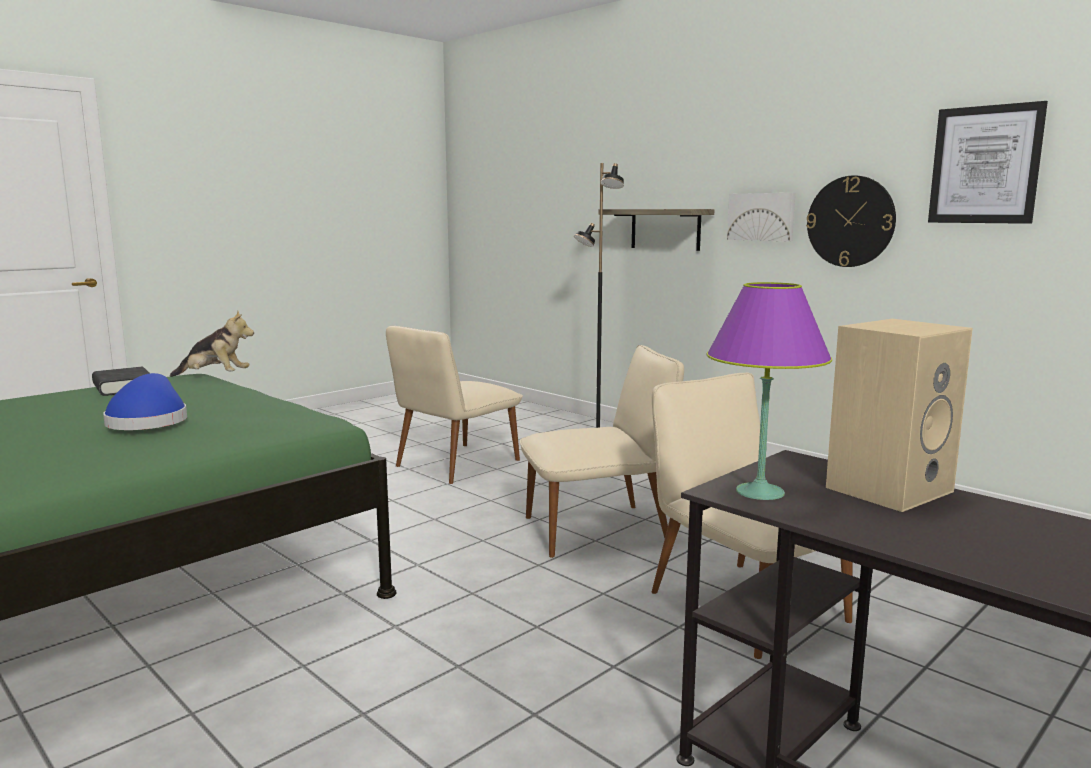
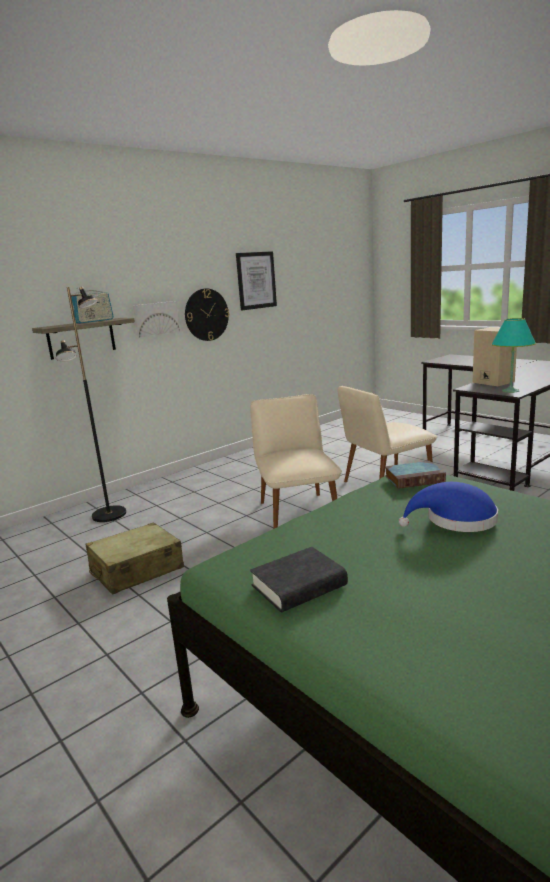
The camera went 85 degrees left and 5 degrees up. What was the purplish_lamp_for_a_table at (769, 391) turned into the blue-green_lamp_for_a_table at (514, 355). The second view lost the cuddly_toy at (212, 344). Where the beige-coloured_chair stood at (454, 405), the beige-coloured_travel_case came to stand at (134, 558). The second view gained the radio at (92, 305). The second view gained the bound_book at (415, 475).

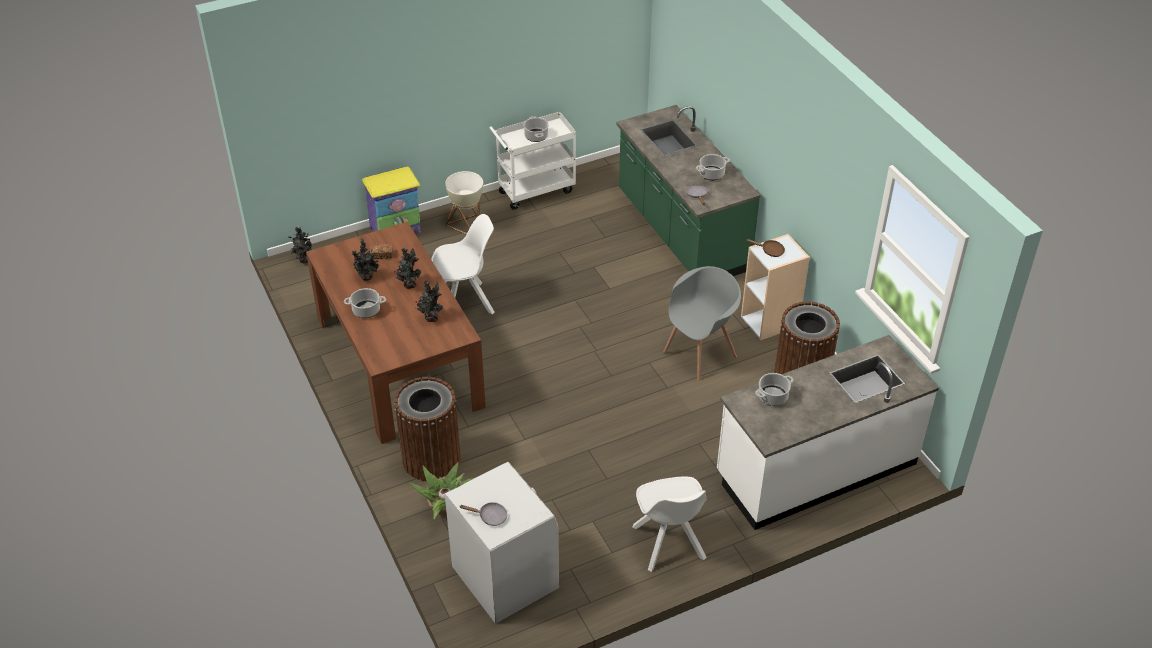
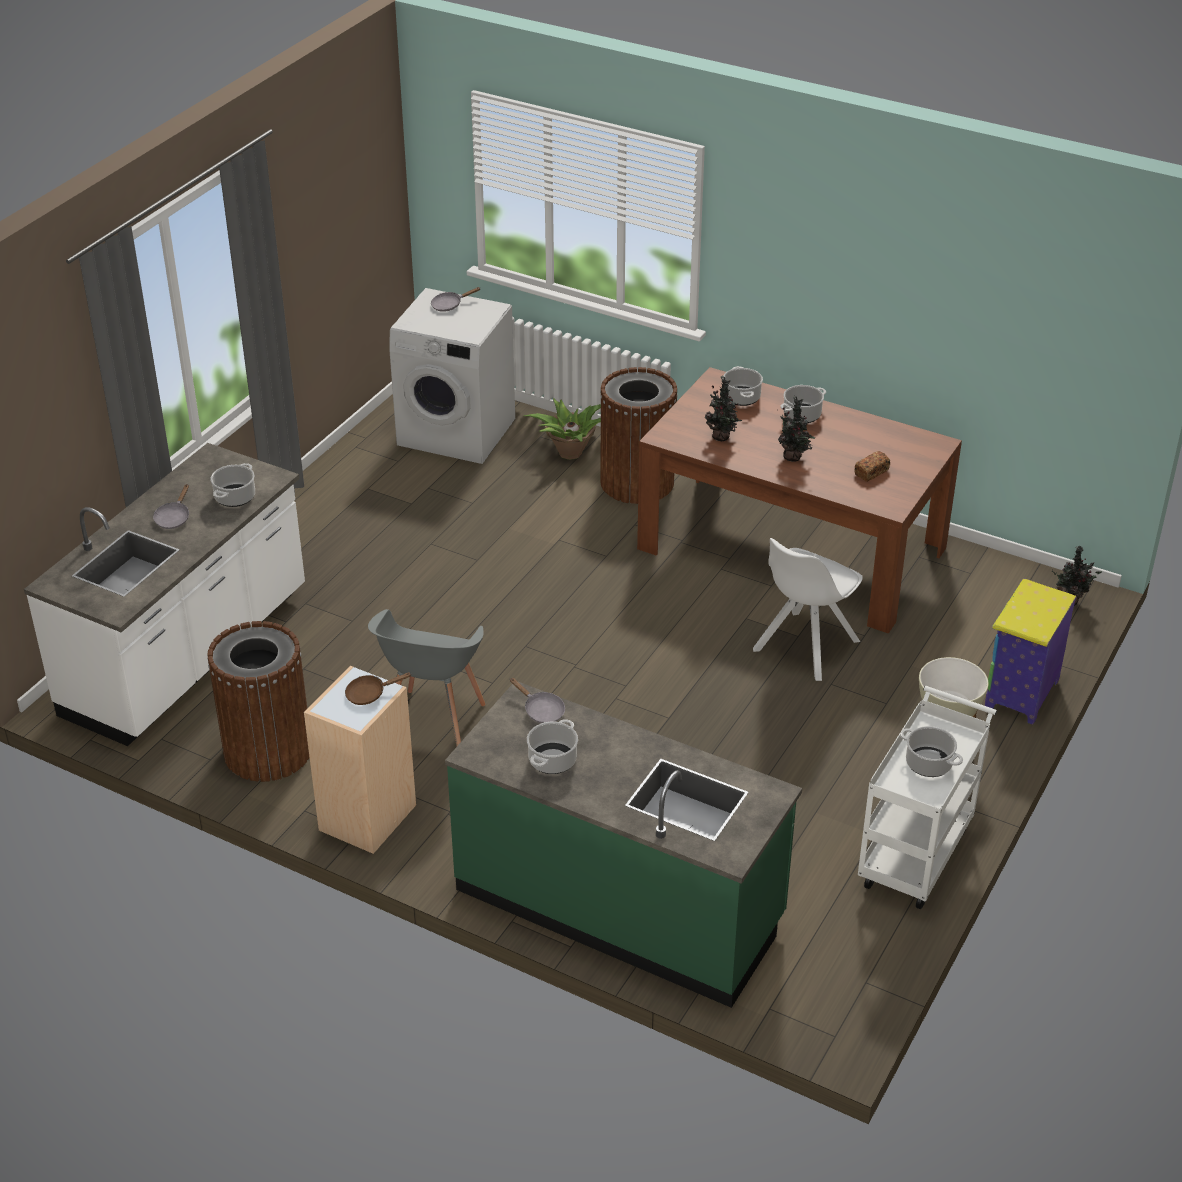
The camera went 145 degrees right and 5 degrees down. The second view lost the plant_in_a_pot at (366, 259). The second view lost the white_chair at (669, 524). The second view gained the stockpot at (743, 386). The second view gained the gray_skillet at (171, 506).

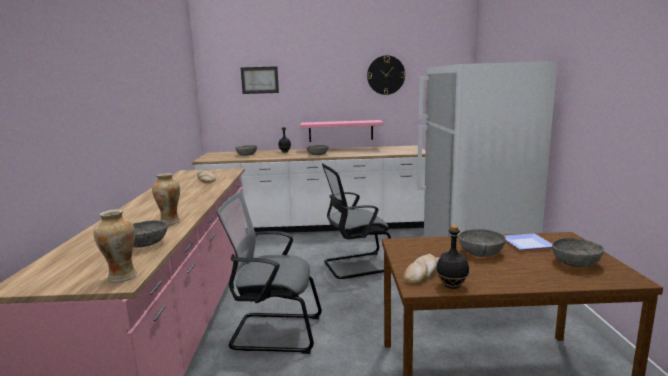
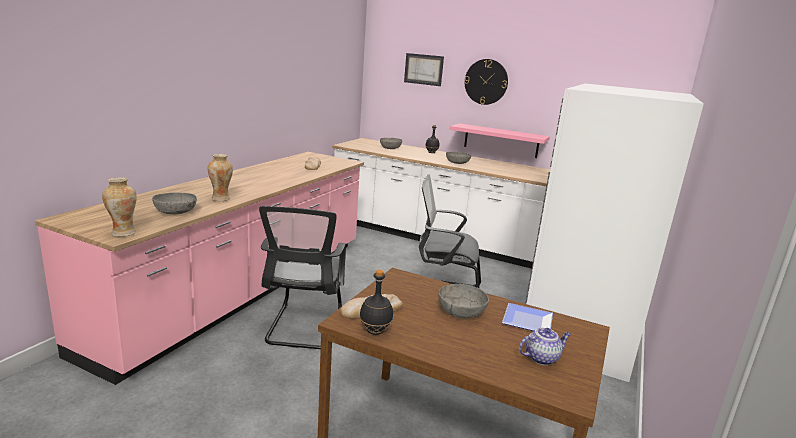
The camera went 25 degrees right and 5 degrees up. The hanging_clock ended up elsewhere, having gone from (386, 75) to (486, 82). The chair at (269, 273) ended up facing another way, 120 degrees counterclockwise from before. Where the gray_bowl stood at (578, 252), the tea_pot came to stand at (545, 346).

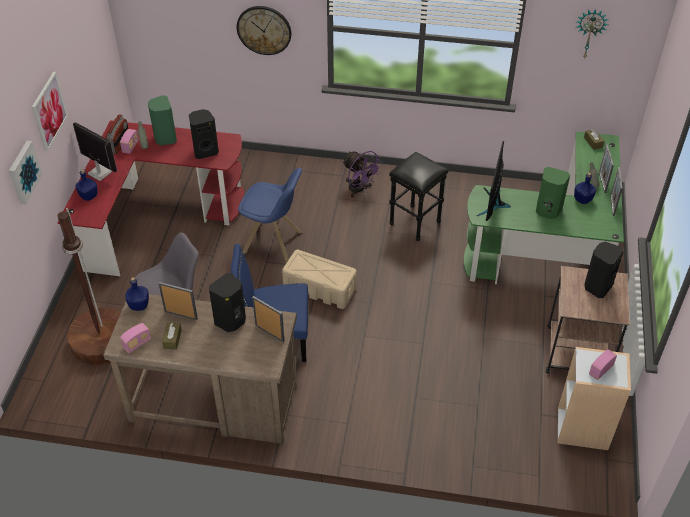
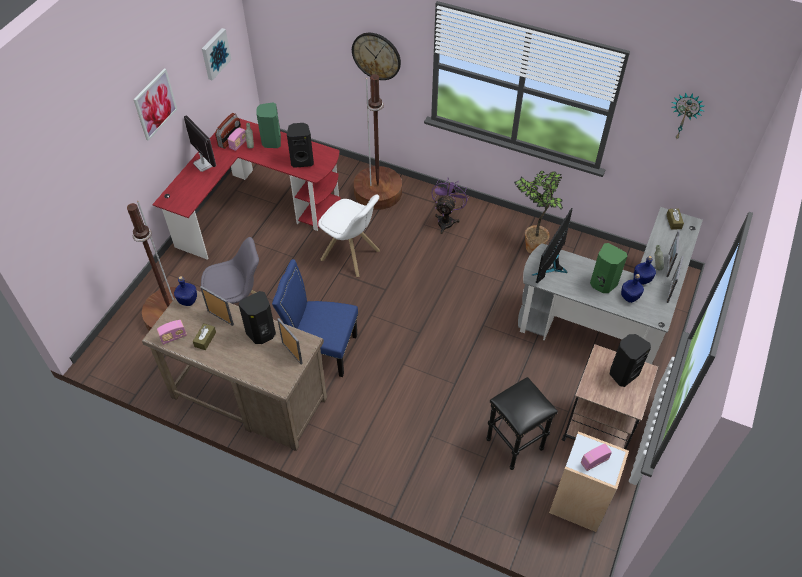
The camera went 15 degrees right and 5 degrees up. What was the green_desk_unit at (544, 207) turned into the gray_desk_unit at (610, 285). The picture ended up elsewhere, having gone from (25, 173) to (217, 54). The purplish_fan at (362, 174) ended up facing another way, 135 degrees counterclockwise from before. The black-coloured_stool ended up elsewhere, having gone from (418, 196) to (522, 423). What was the blue_chair at (270, 215) turned into the white_chair at (349, 236). The blue_bottle ended up elsewhere, having gone from (87, 185) to (632, 288). The second view lost the beige-coloured_storage_container at (319, 279). The second view gained the brown_floor_lamp at (378, 142). The second view gained the plant_in_a_pot at (538, 212).

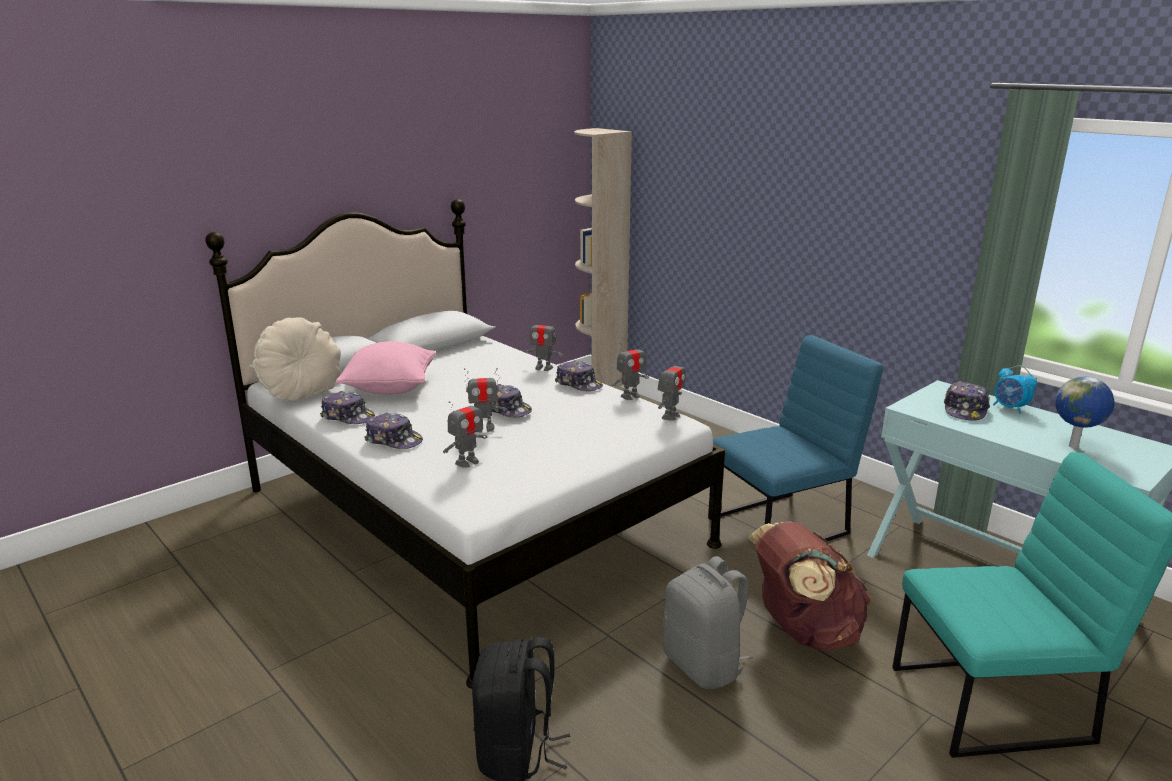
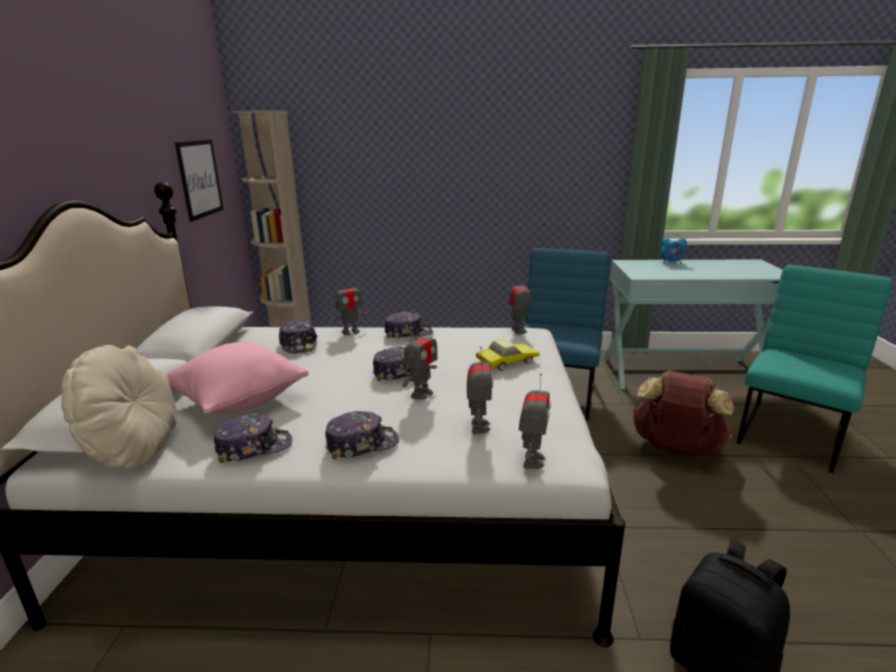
The camera went 45 degrees left and 0 degrees up. The model_robot ended up elsewhere, having gone from (630, 370) to (535, 421). The second view lost the desk_globe at (1084, 412). The baseball_cap ended up elsewhere, having gone from (967, 400) to (298, 337). The second view lost the gray_backpack at (707, 622). The second view gained the picture at (199, 180). The second view gained the toy_car at (508, 355).

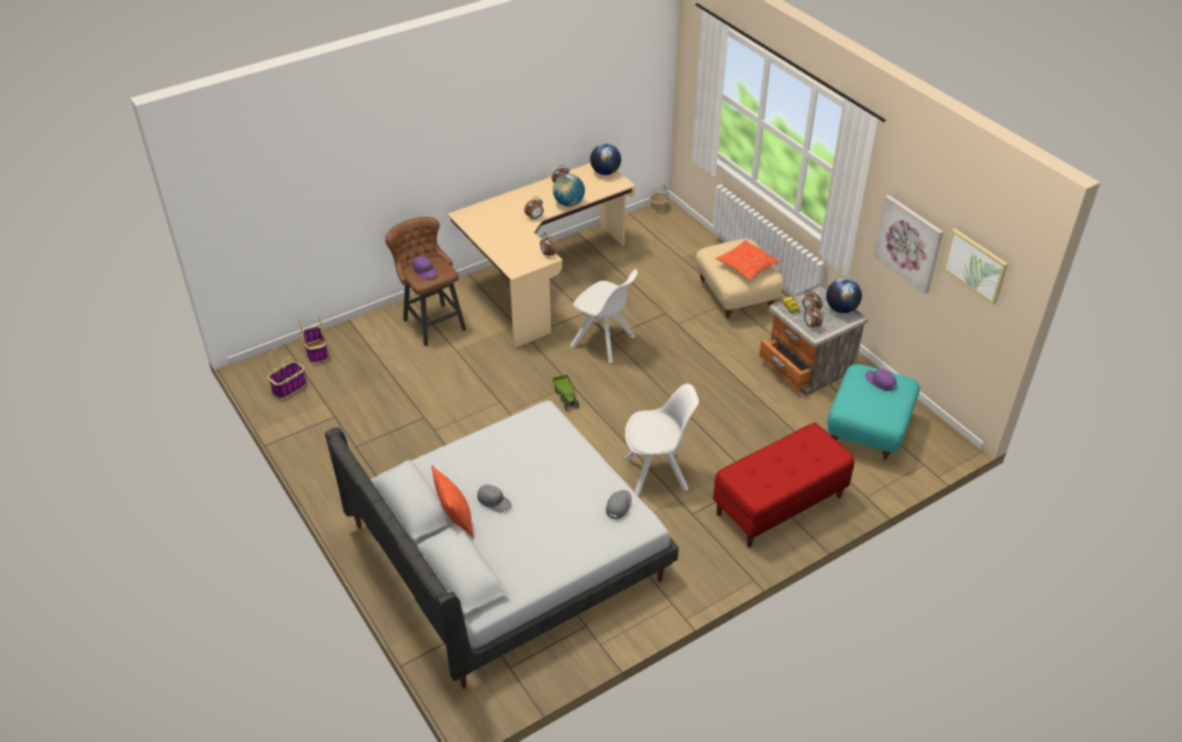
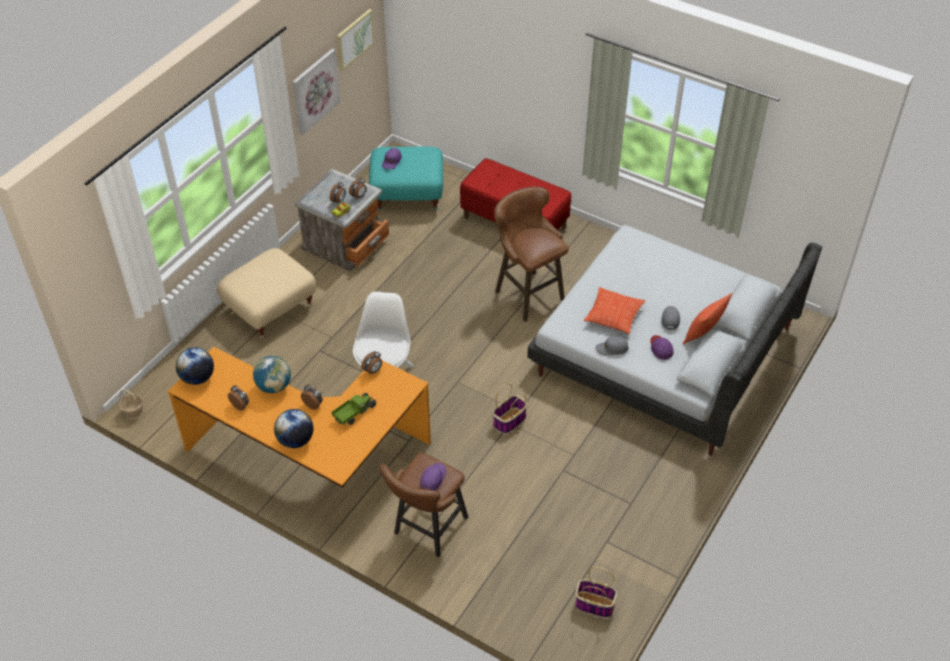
The camera went 115 degrees left and 5 degrees up. What was the beige-coloured_desk_unit at (541, 255) turned into the orangey_desk_unit at (299, 417). The orangey_throw_pillow ended up elsewhere, having gone from (747, 260) to (614, 310). The desk_globe ended up elsewhere, having gone from (844, 295) to (293, 428). The basket ended up elsewhere, having gone from (313, 338) to (510, 408). The model_truck ended up elsewhere, having gone from (566, 392) to (354, 409). Where the white_chair stood at (661, 440), the brown_stool came to stand at (531, 254). The gray_baseball_cap ended up elsewhere, having gone from (619, 504) to (612, 346). The second view gained the purplish_baseball_cap at (662, 347).

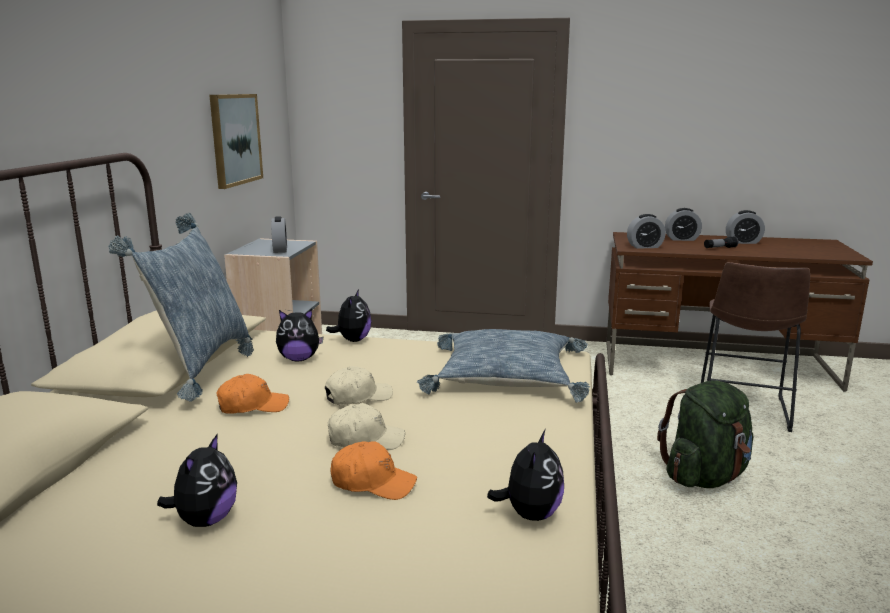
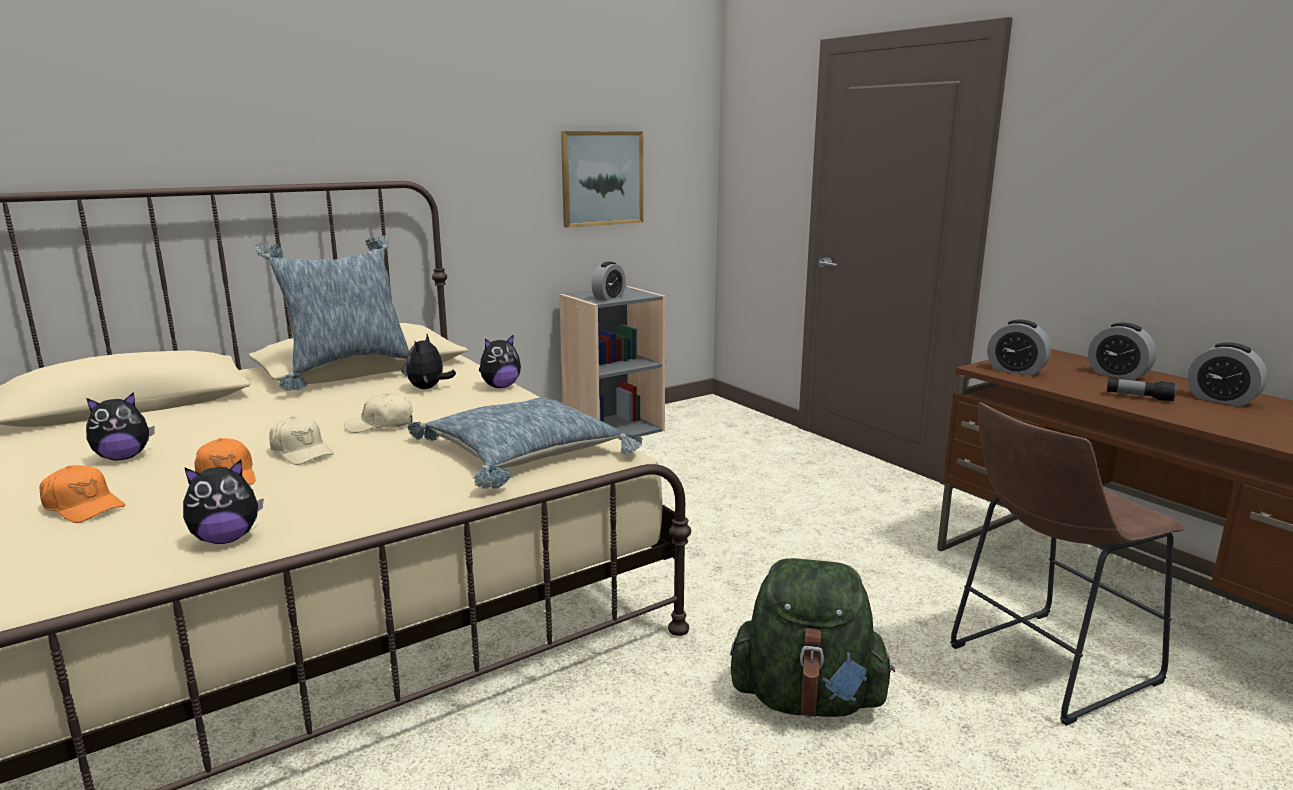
The camera went 45 degrees right and 0 degrees up. The cuddly_toy at (299, 335) ended up facing another way, 60 degrees clockwise from before. The beige-coloured_baseball_cap at (359, 385) ended up facing another way, 150 degrees clockwise from before. The orangey_baseball_cap ended up elsewhere, having gone from (252, 394) to (82, 494).

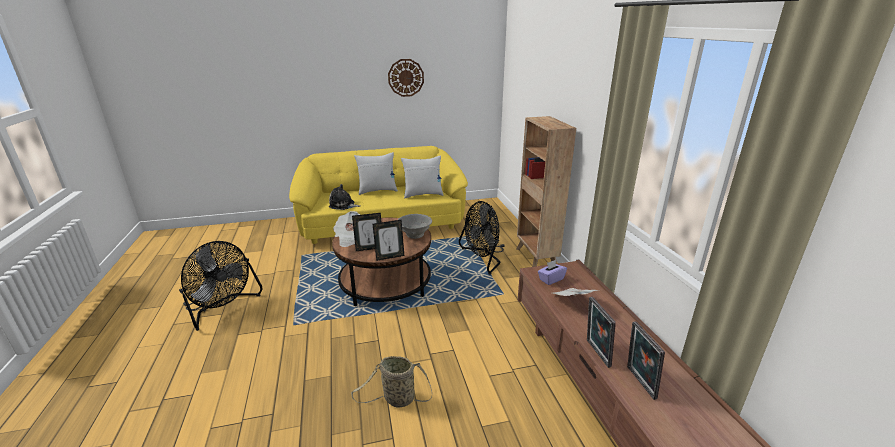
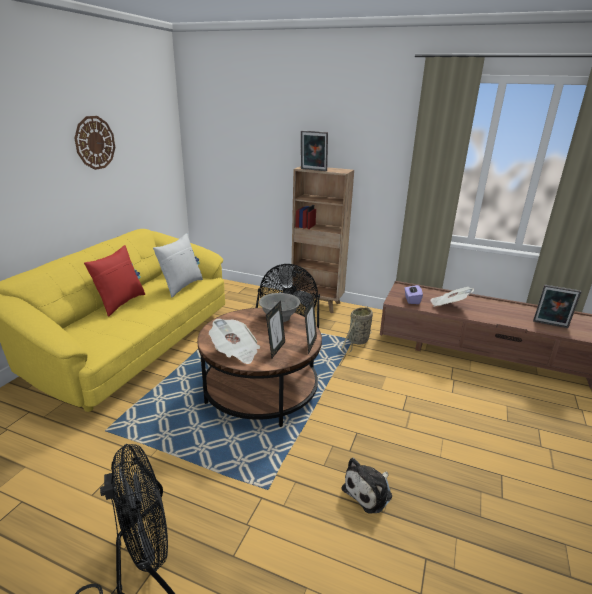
The camera went 55 degrees left and 0 degrees up. What was the gray_throw_pillow at (376, 173) turned into the red_throw_pillow at (114, 280). The cuddly_toy ended up elsewhere, having gone from (344, 197) to (367, 486). The picture_frame ended up elsewhere, having gone from (601, 332) to (314, 151). The basket ended up elsewhere, having gone from (391, 381) to (357, 329).

